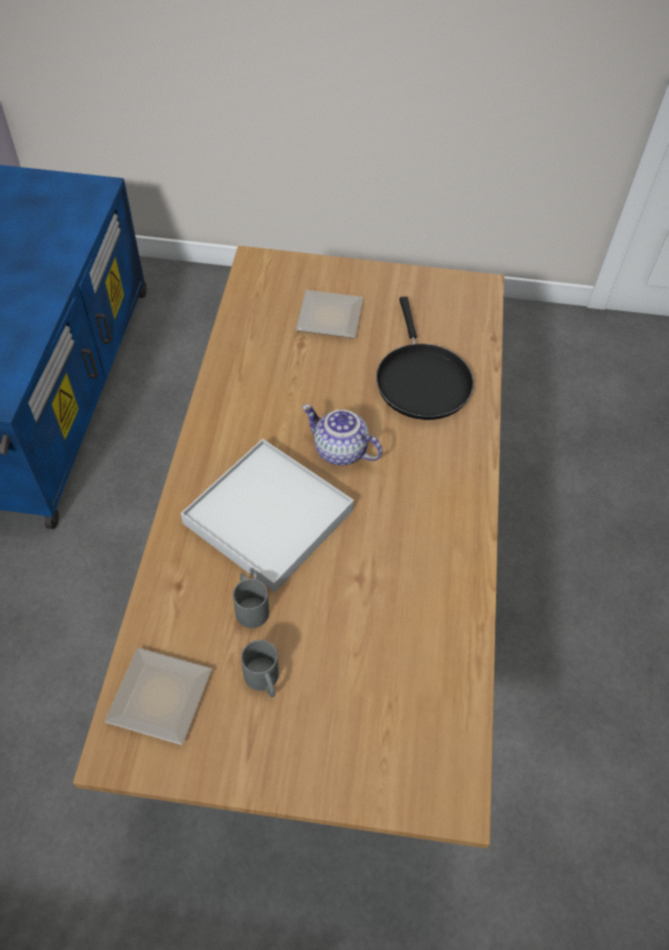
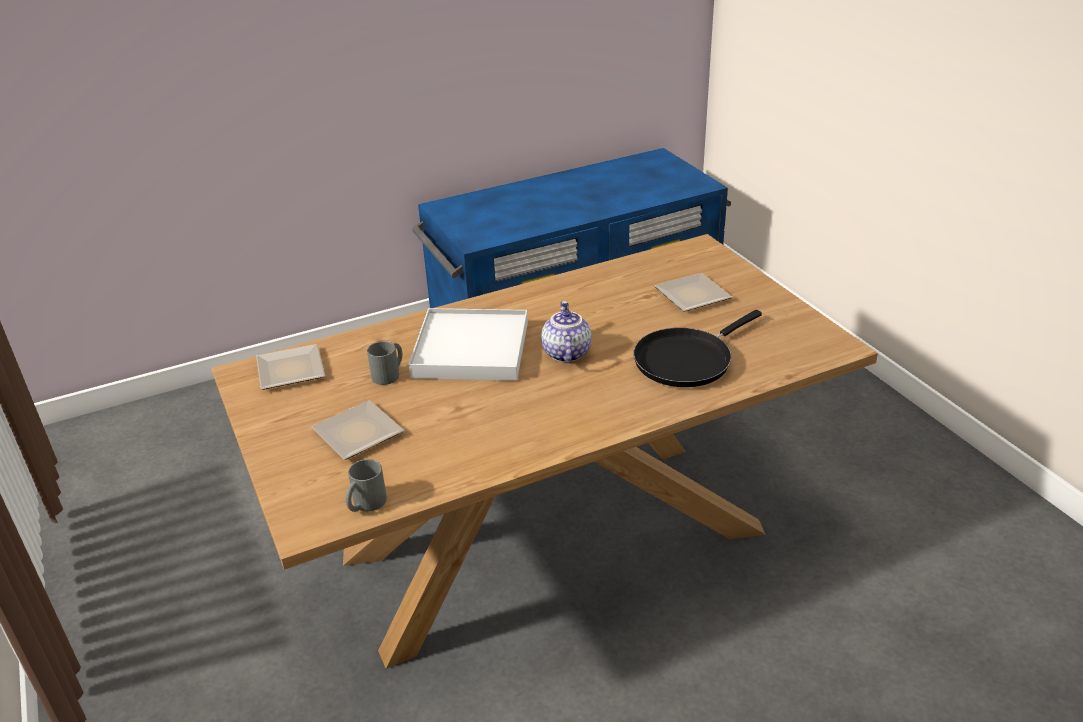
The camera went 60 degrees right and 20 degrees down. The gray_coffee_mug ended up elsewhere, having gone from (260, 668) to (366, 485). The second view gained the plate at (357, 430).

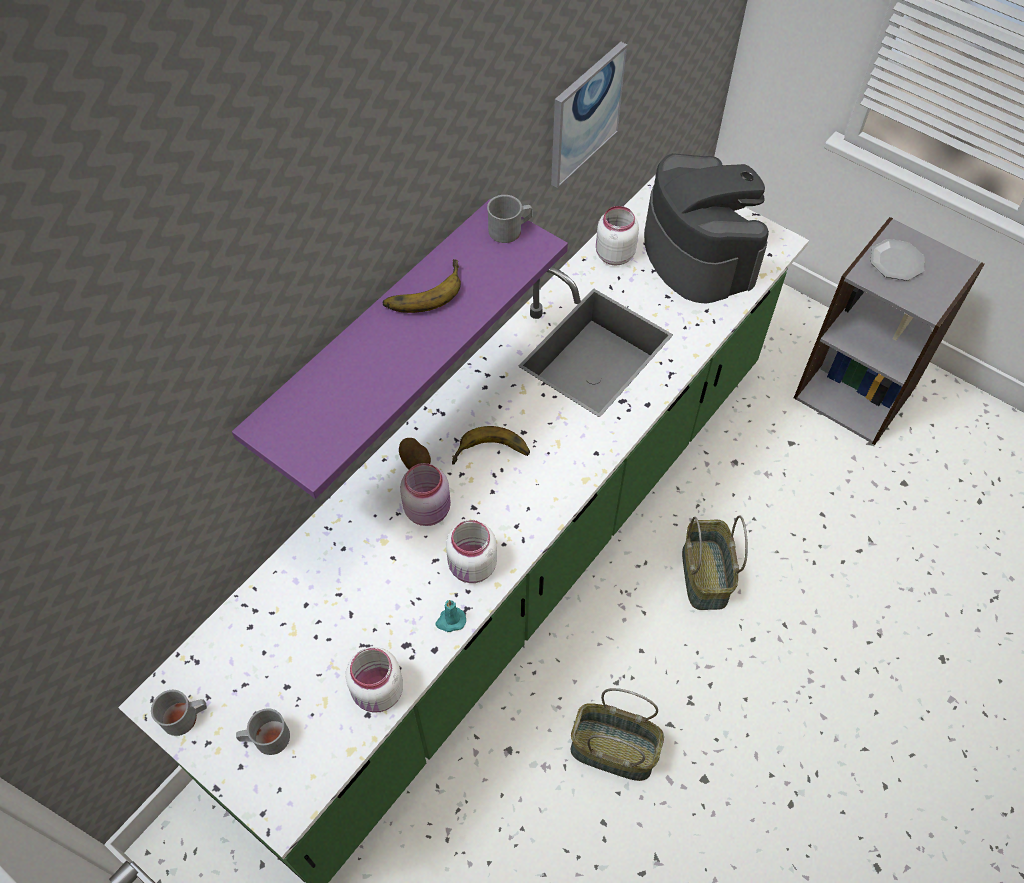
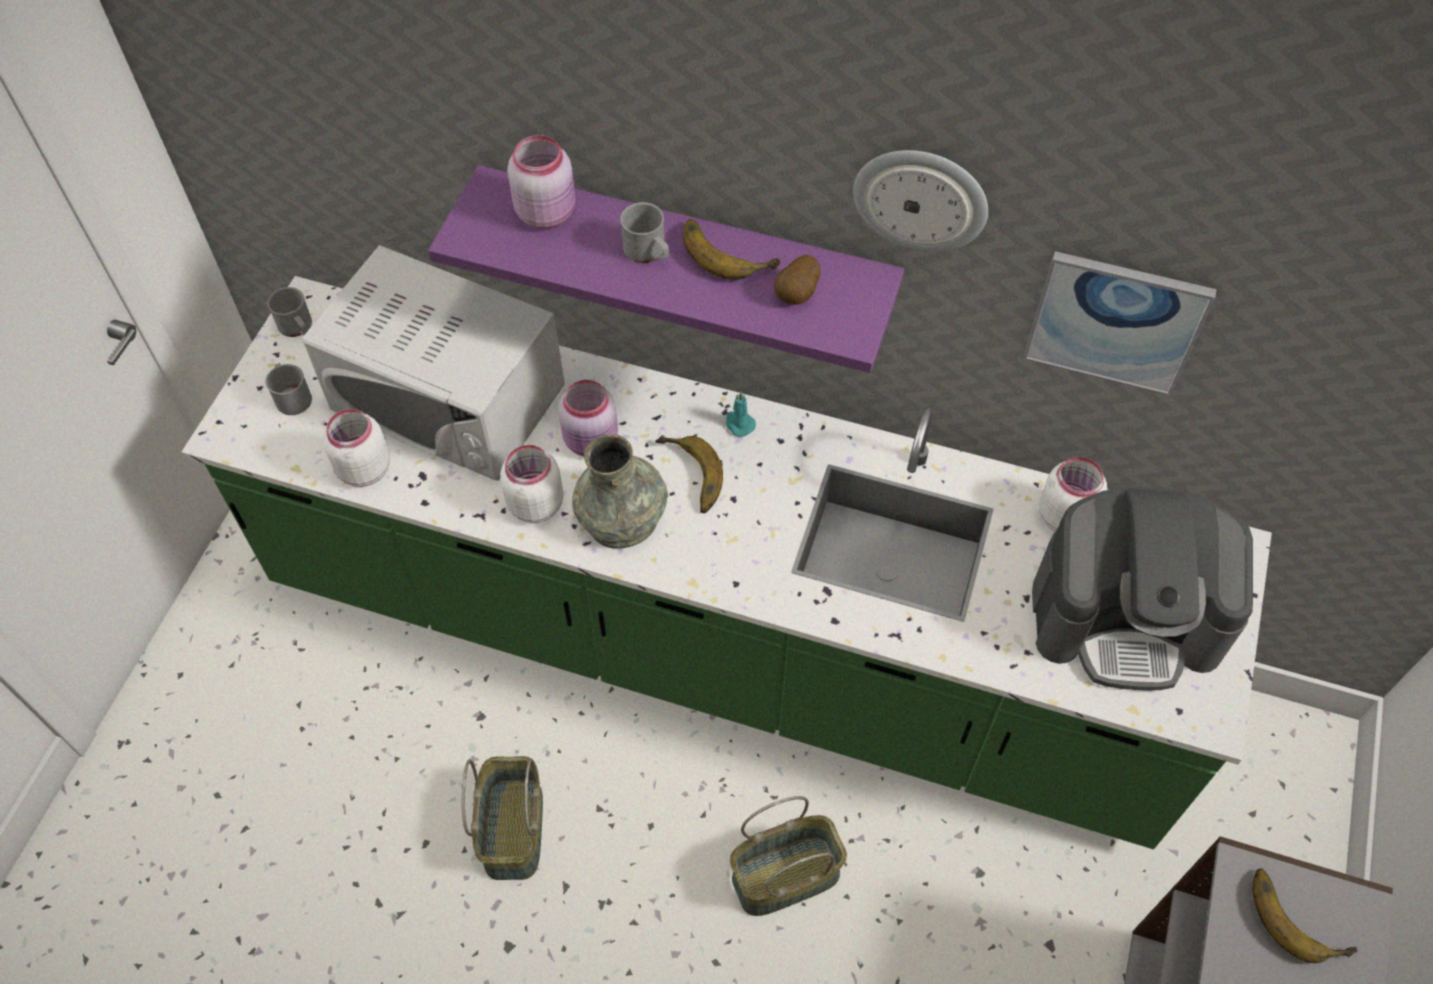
The camera went 70 degrees right and 0 degrees up. The coffee_machine at (706, 228) ended up facing another way, 45 degrees clockwise from before. The gray_coffee_mug ended up elsewhere, having gone from (510, 219) to (644, 232). Where the plate stood at (898, 260), the whole_banana came to stand at (1305, 915). The whole_potato ended up elsewhere, having gone from (415, 454) to (797, 280). The blue-green_wax_candle ended up elsewhere, having gone from (451, 616) to (740, 414). The second view gained the pink-coloured_storage_jar at (541, 182). The second view gained the hanging_clock at (920, 201). The second view gained the white_microwave_oven at (433, 363). The second view gained the gray_vase at (620, 491).

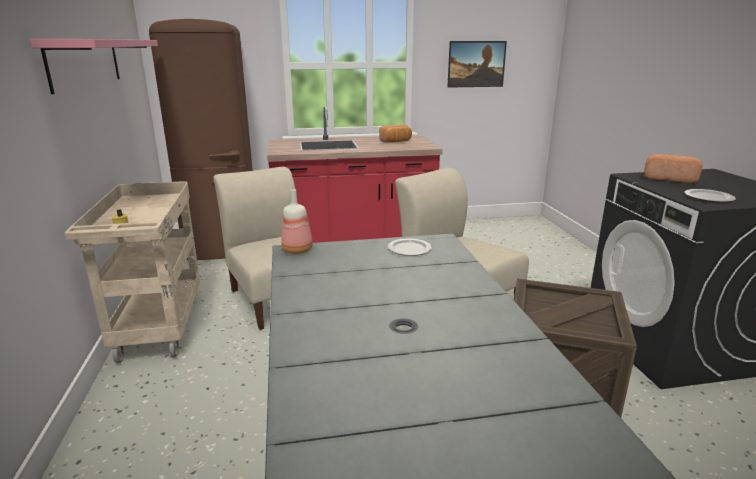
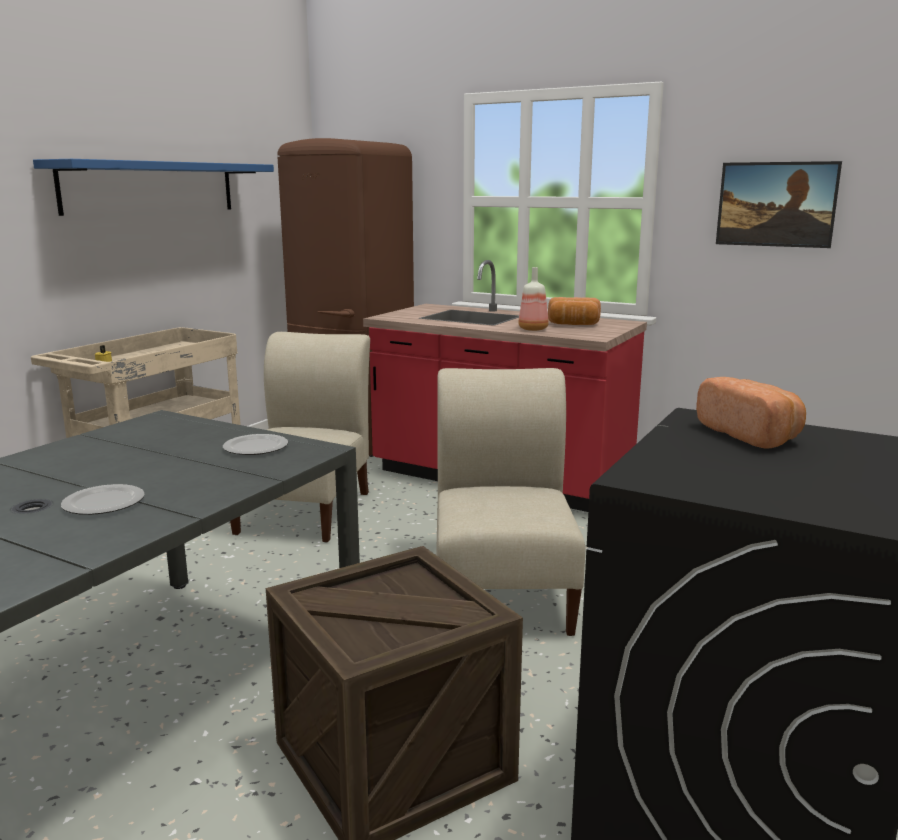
The camera went 40 degrees right and 5 degrees down. What was the pink-coloured_bracket_shelf at (94, 66) turned into the blue_bracket_shelf at (153, 187). The bottle ended up elsewhere, having gone from (297, 221) to (533, 299). The plate ended up elsewhere, having gone from (710, 195) to (103, 499).

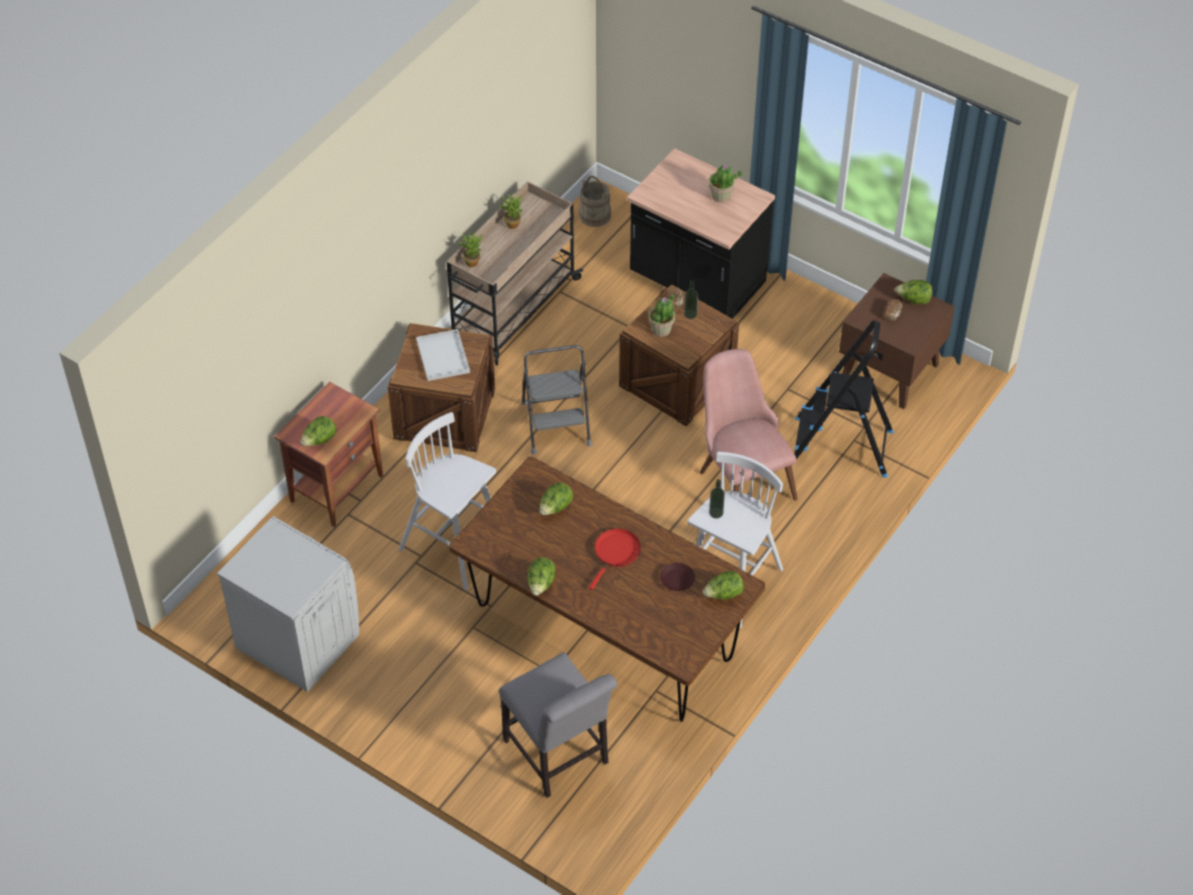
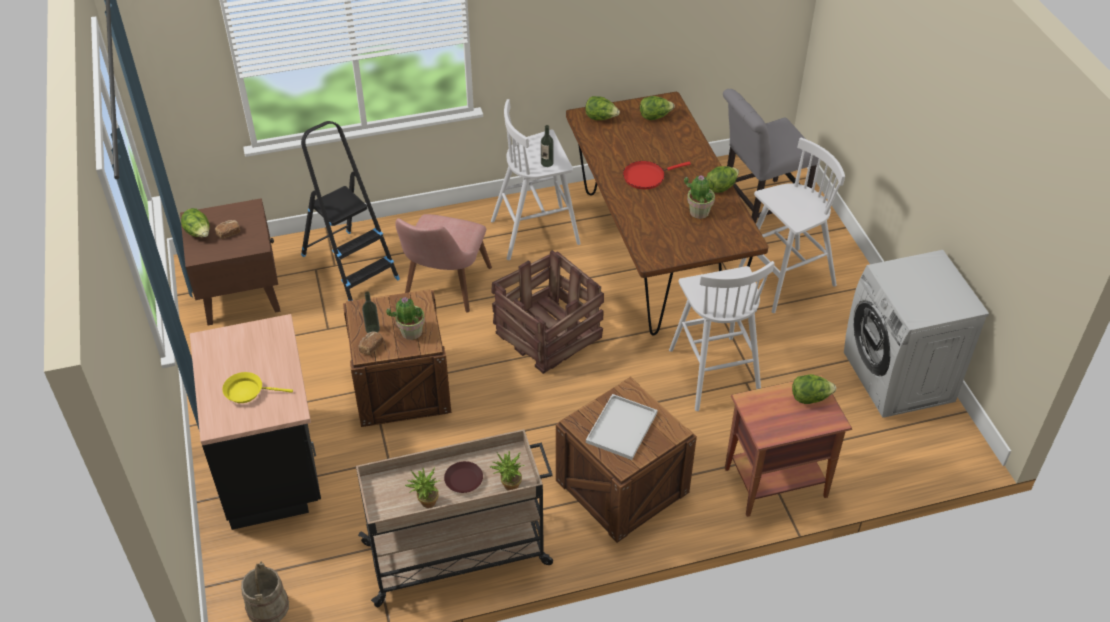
The camera went 140 degrees left and 5 degrees down. The plant_in_a_pot ended up elsewhere, having gone from (725, 183) to (699, 197). The second view lost the gray_step_stool at (557, 399). The lettuce ended up elsewhere, having gone from (556, 499) to (657, 108). The brown_plate ended up elsewhere, having gone from (677, 577) to (463, 477). The gray_chair at (558, 725) ended up facing another way, 120 degrees counterclockwise from before. The second view gained the white_stool at (791, 225). The second view gained the shipping_crate at (547, 312). The second view gained the yellow-coloured_skillet at (257, 387).

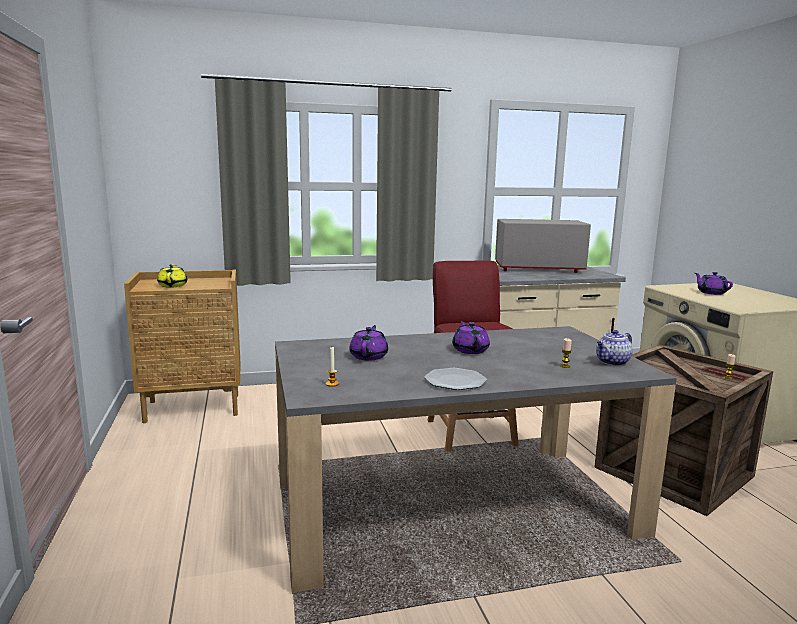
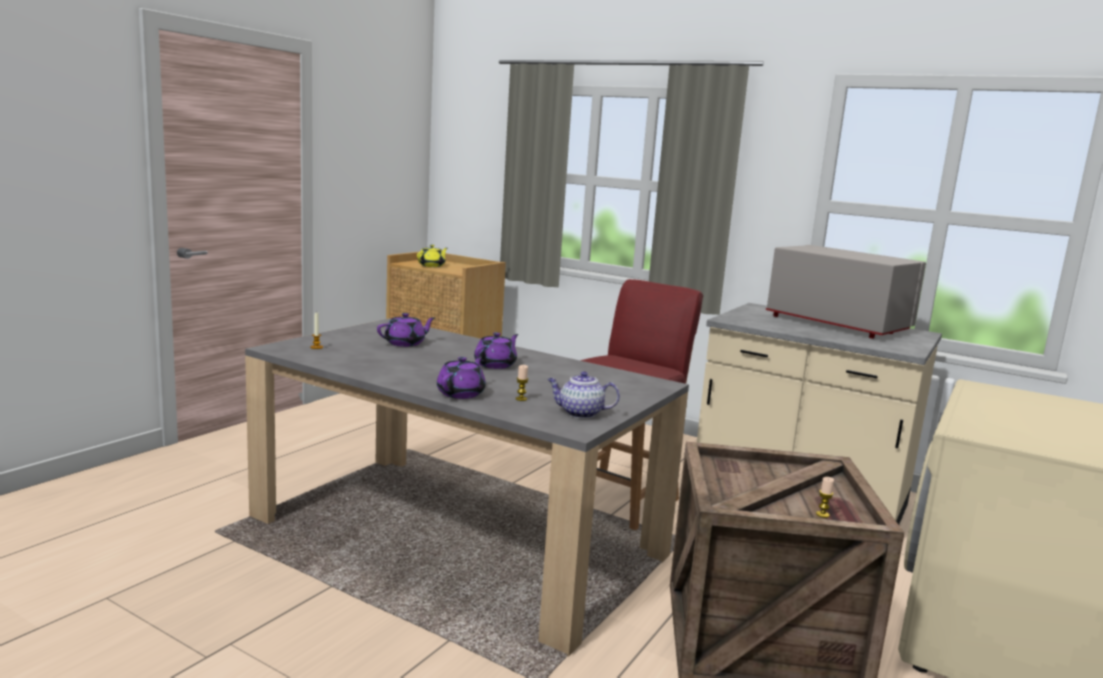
The camera went 45 degrees right and 0 degrees up. The purplish_tea_pot ended up elsewhere, having gone from (714, 283) to (461, 377). The second view lost the plate at (455, 379).

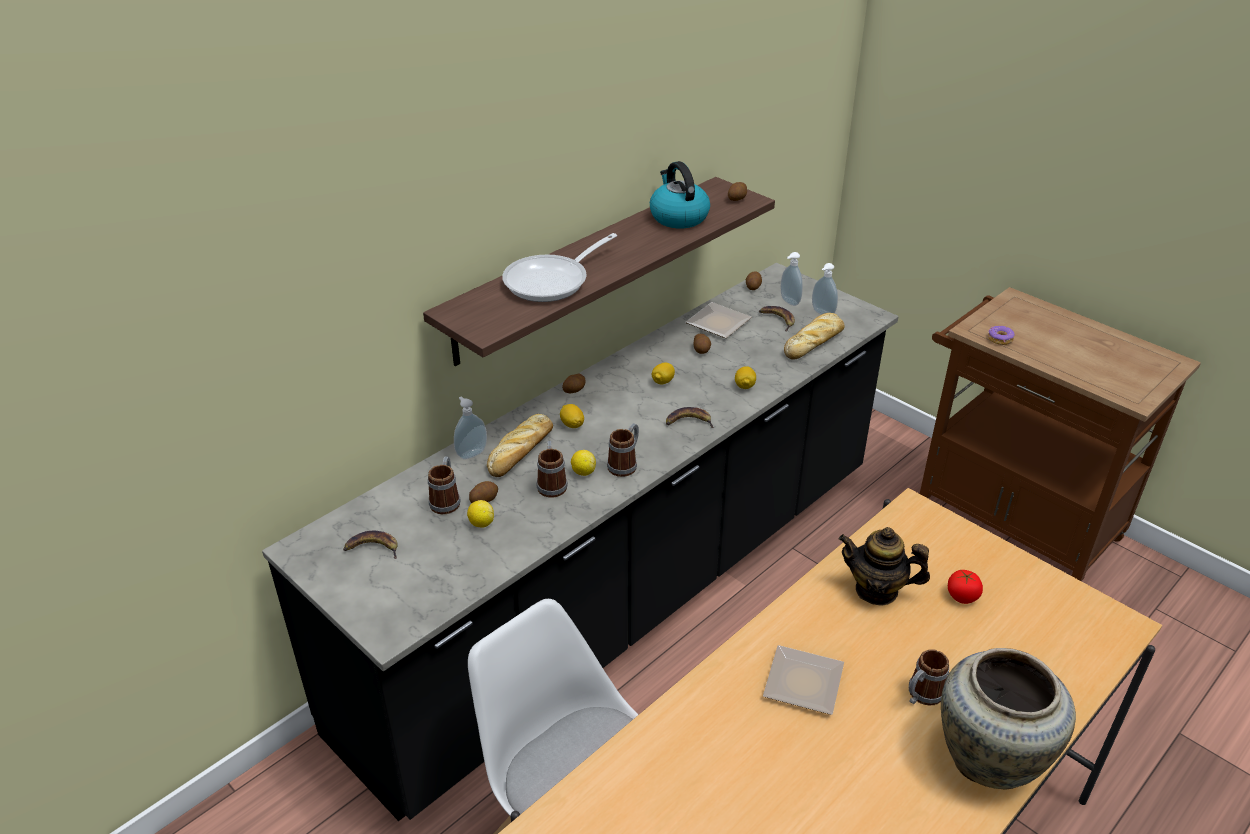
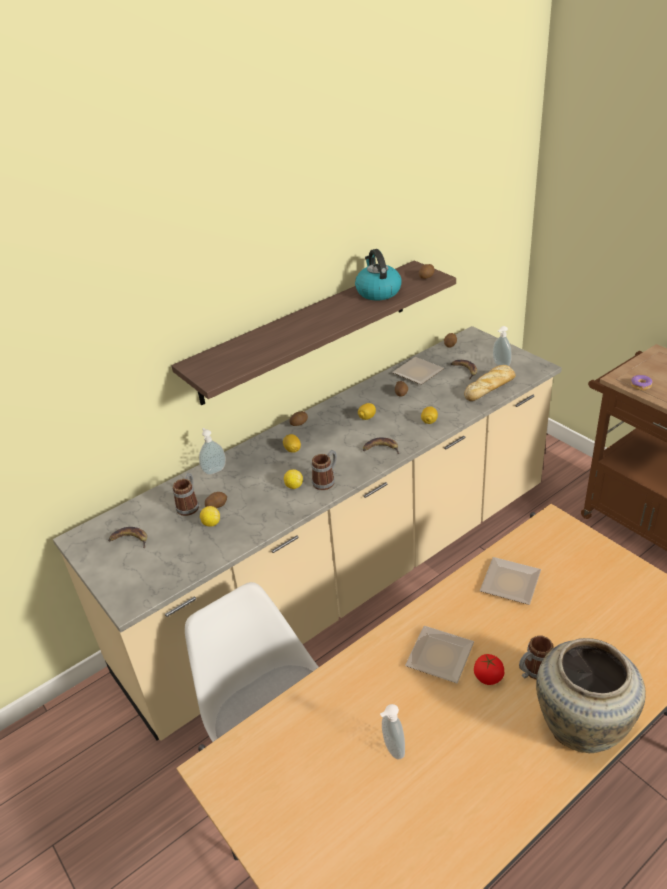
The camera went 10 degrees right and 0 degrees up. The second view lost the skillet at (559, 267). The soap_dispenser ended up elsewhere, having gone from (792, 279) to (392, 731). What was the black-coloured_kitchen_base_unit at (580, 542) turned into the beige-coloured_kitchen_base_unit at (307, 533). The second view lost the baked_bread at (520, 445). The second view lost the coffee_mug at (552, 469). Where the tea_pot stood at (884, 566), the plate came to stand at (510, 581). The tomato ended up elsewhere, having gone from (965, 587) to (489, 669).

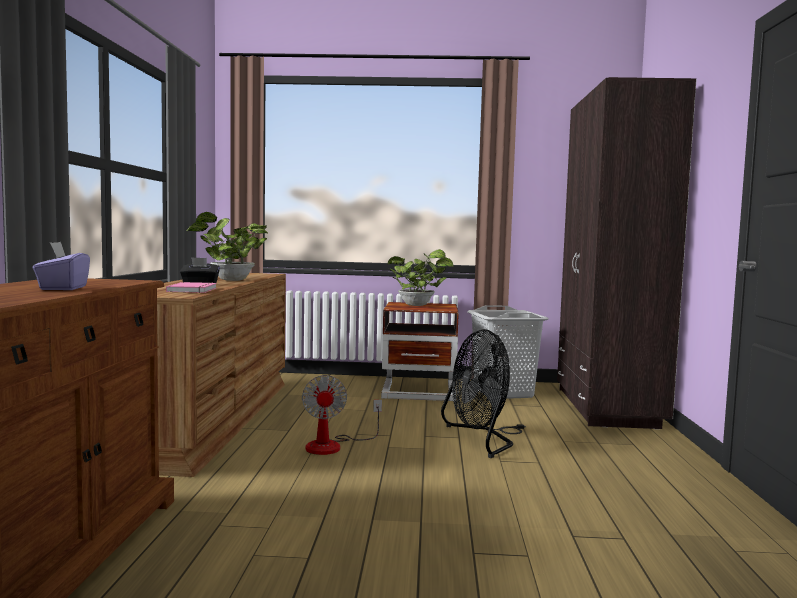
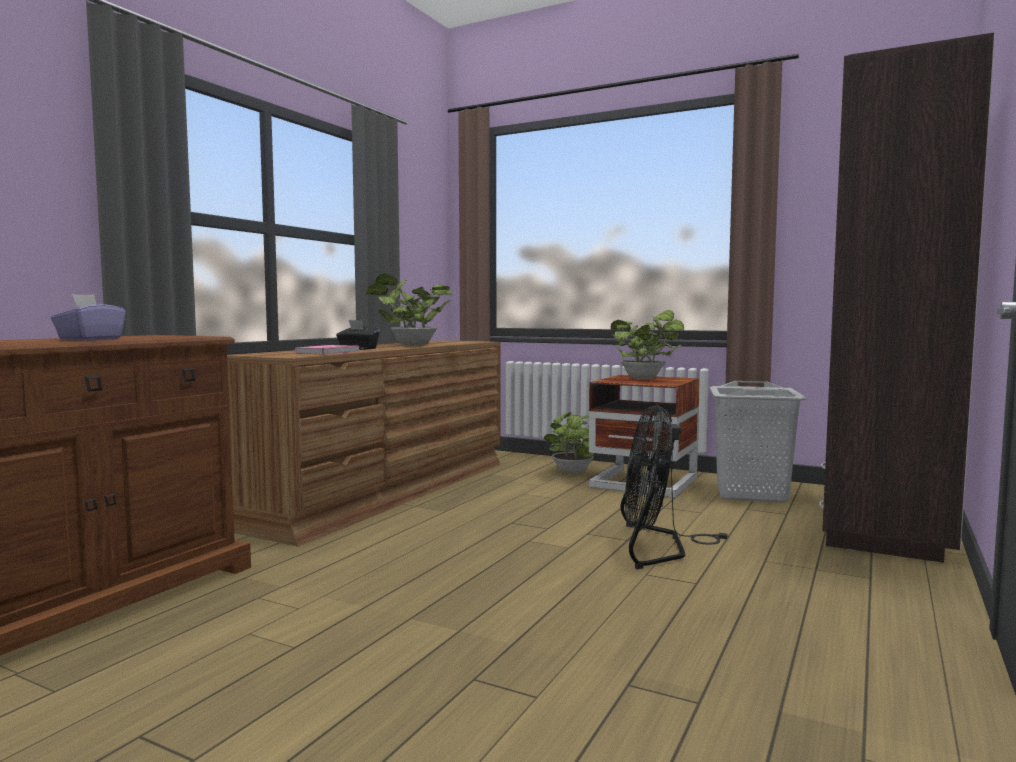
The camera went 25 degrees right and 0 degrees up. The second view lost the fan at (342, 415). The second view gained the plant_in_a_pot at (569, 443).

